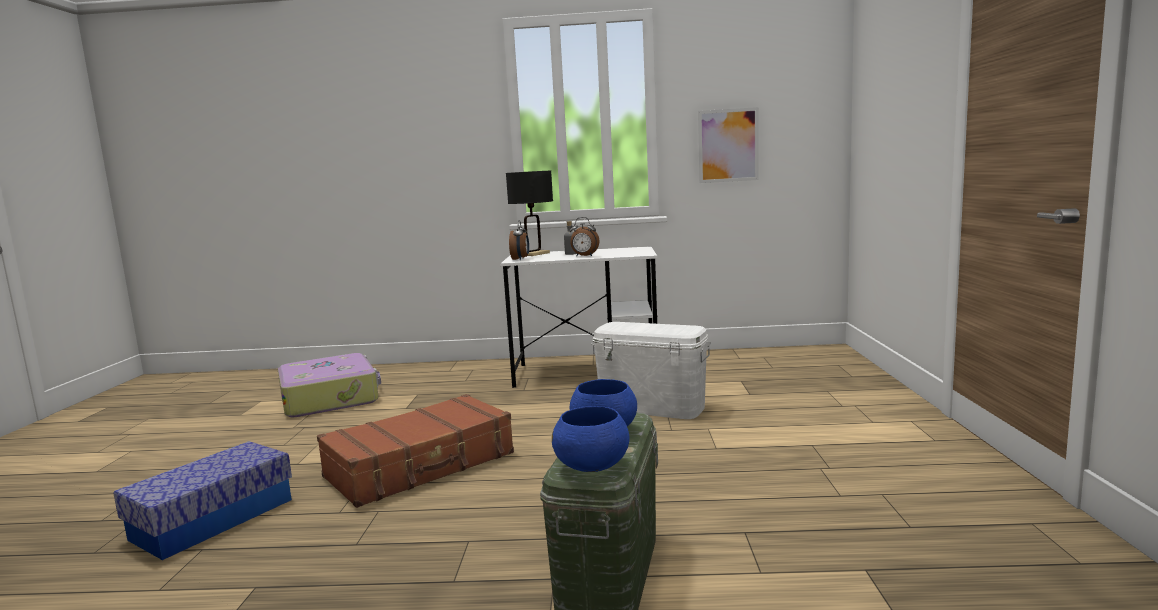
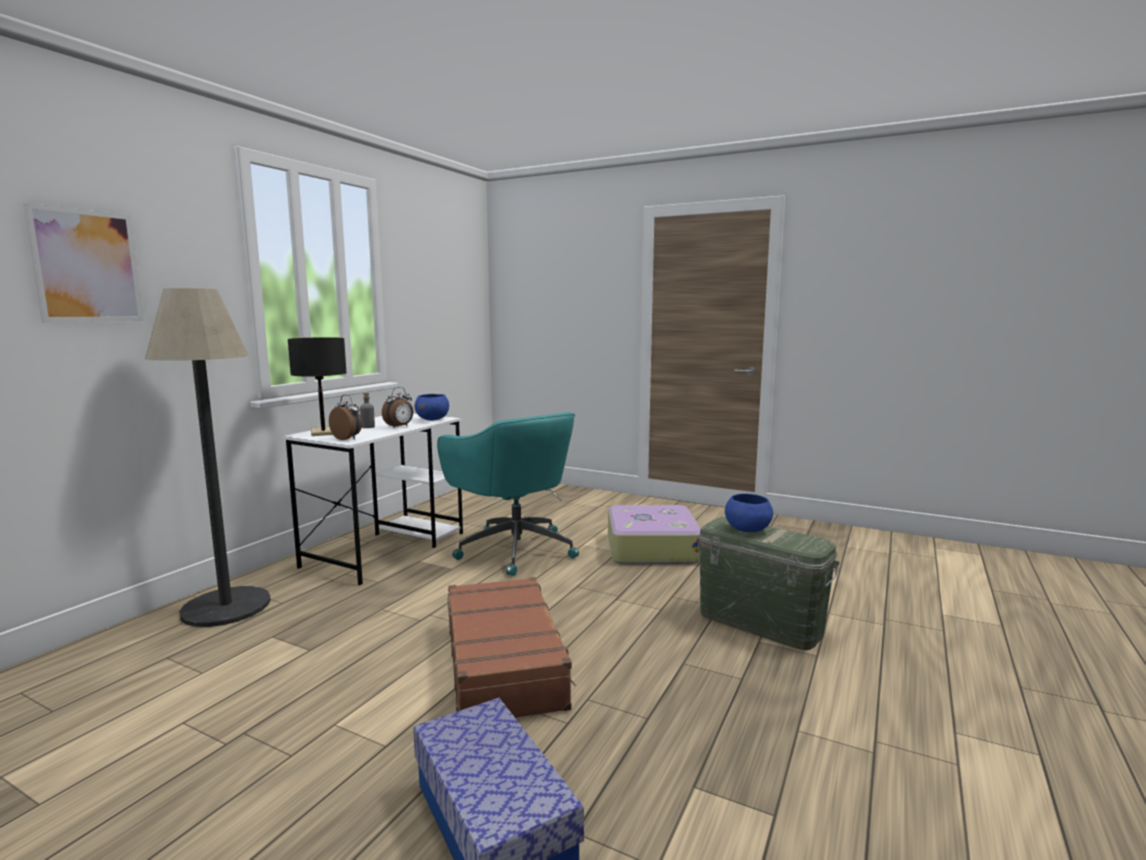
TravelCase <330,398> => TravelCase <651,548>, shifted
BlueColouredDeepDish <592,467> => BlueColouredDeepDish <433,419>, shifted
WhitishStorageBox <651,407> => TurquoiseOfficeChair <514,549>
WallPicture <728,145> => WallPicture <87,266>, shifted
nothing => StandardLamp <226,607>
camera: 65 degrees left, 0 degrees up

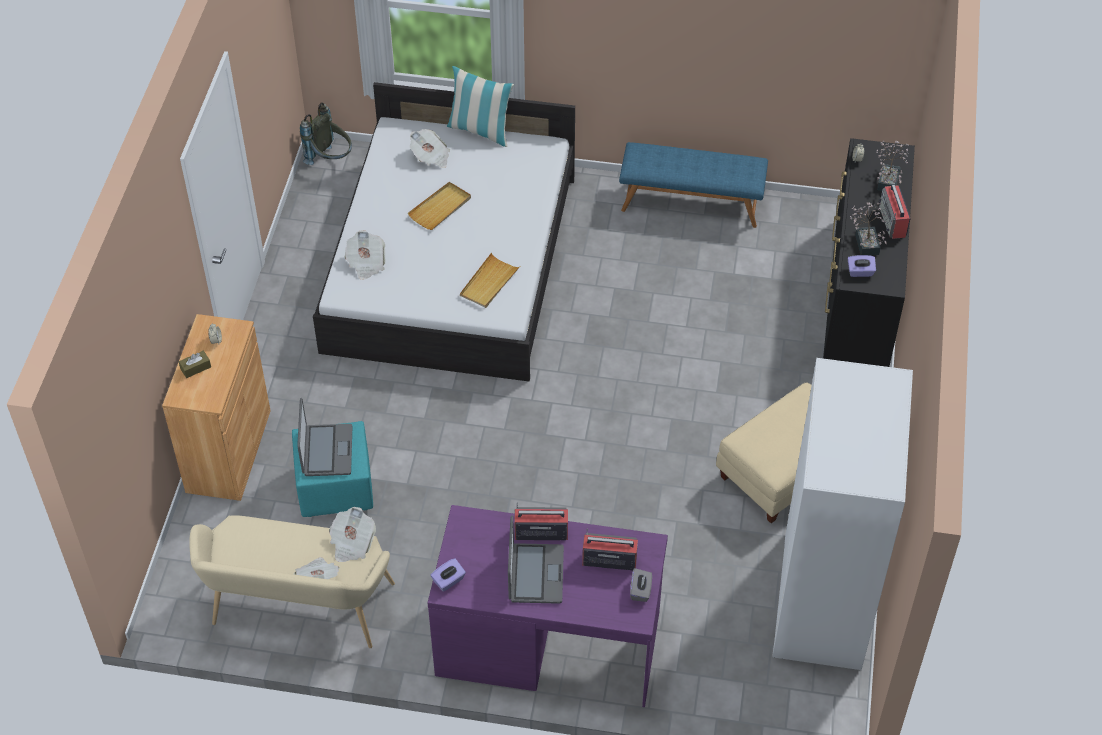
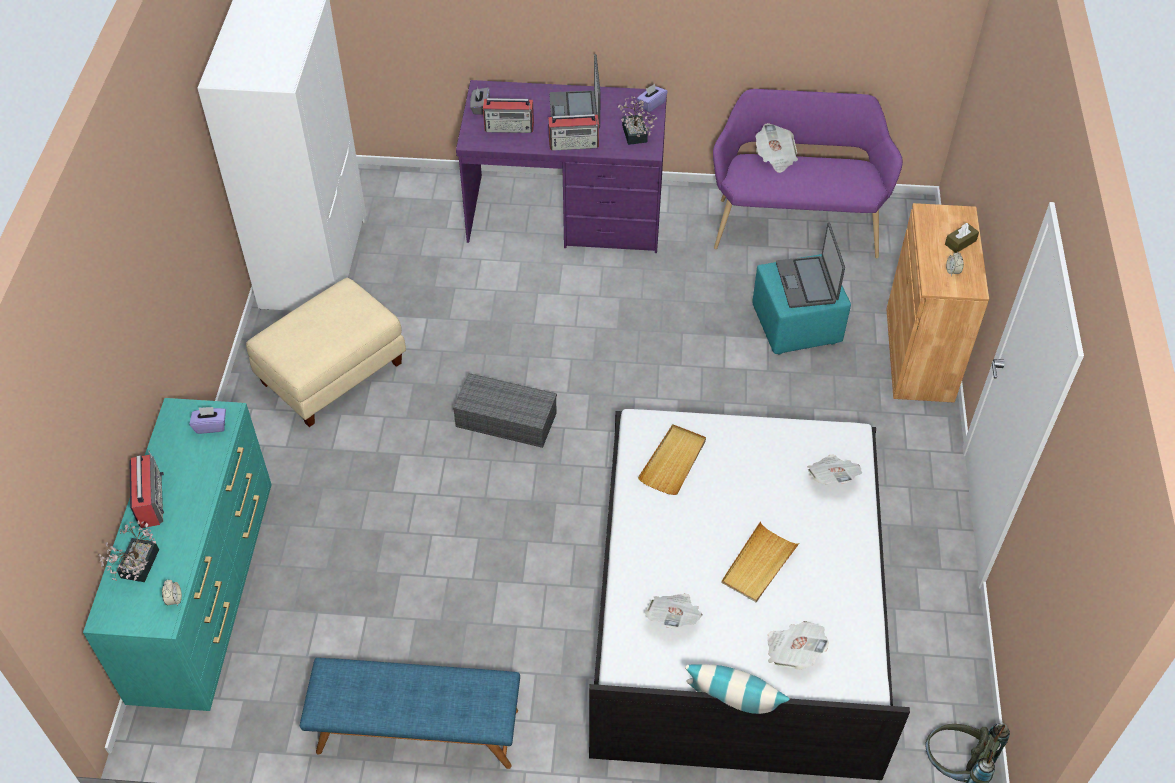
BeigeColouredBench <298,610> => PurplishBench <795,223>
Newspaper <352,543> => Newspaper <673,617>, shifted
BlackishDrawerChest <859,296> => TurquoiseDrawerChest <206,593>
PlantInAPot <866,242> => PlantInAPot <635,136>, shifted
nothing => GreyStorageBox <504,420>
camera: 175 degrees right, 0 degrees up

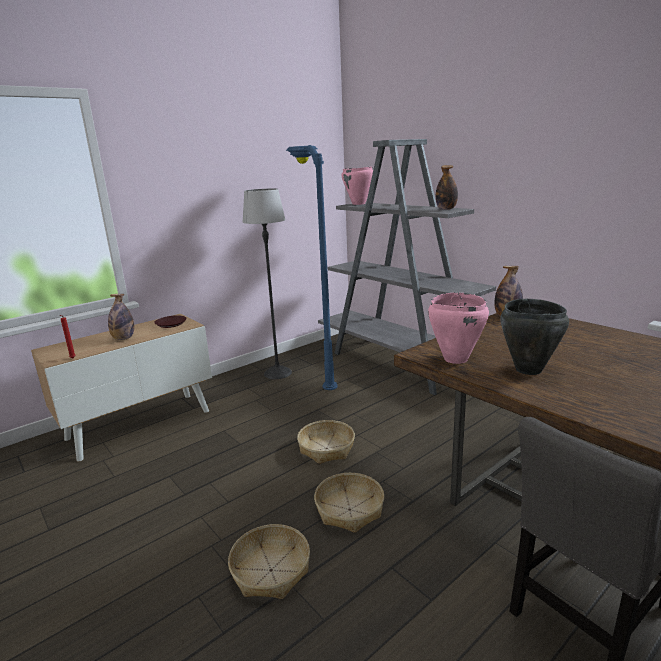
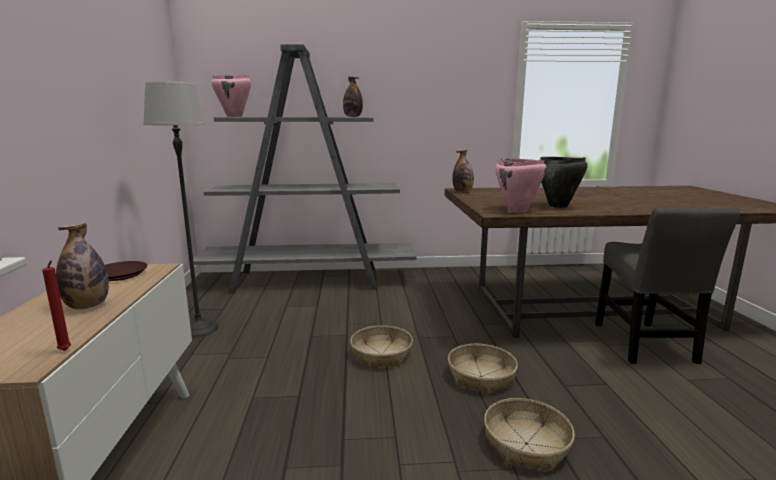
BlueColouredStandardLamp <318,368> => nothing
camera: 55 degrees left, 5 degrees down

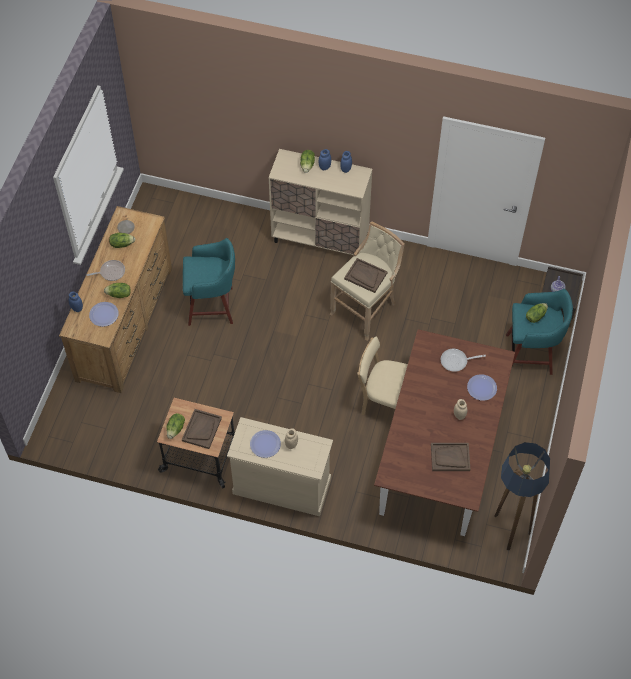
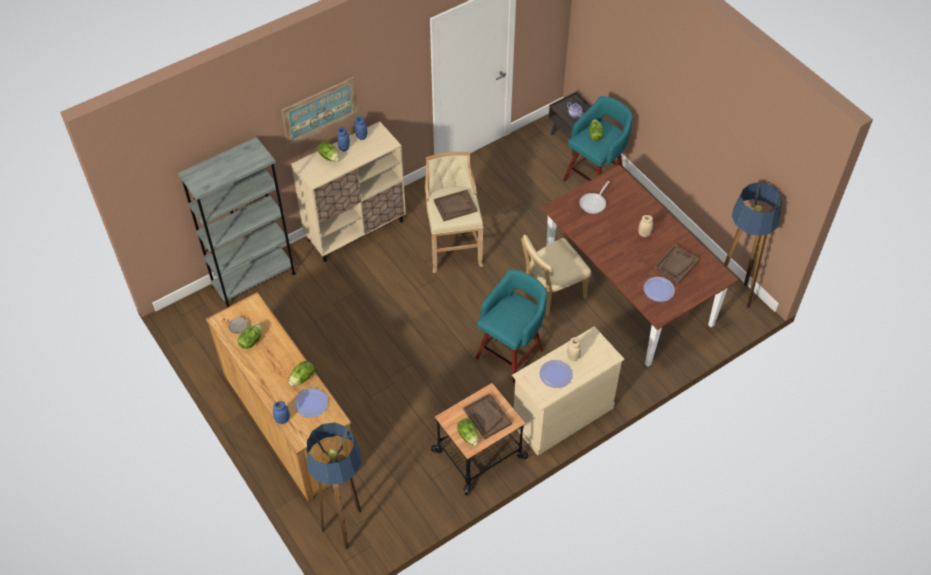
FryingPan <111,272> => nothing
TurquoiseStoolSeat <212,306> => TurquoiseStoolSeat <511,353>, shifted
DinnerPlate <482,388> => DinnerPlate <659,290>, shifted
nothing => GreyBookshelf <254,280>
nothing => WallPicture <320,111>
nothing => StandardLamp <346,526>
camera: 50 degrees left, 5 degrees down

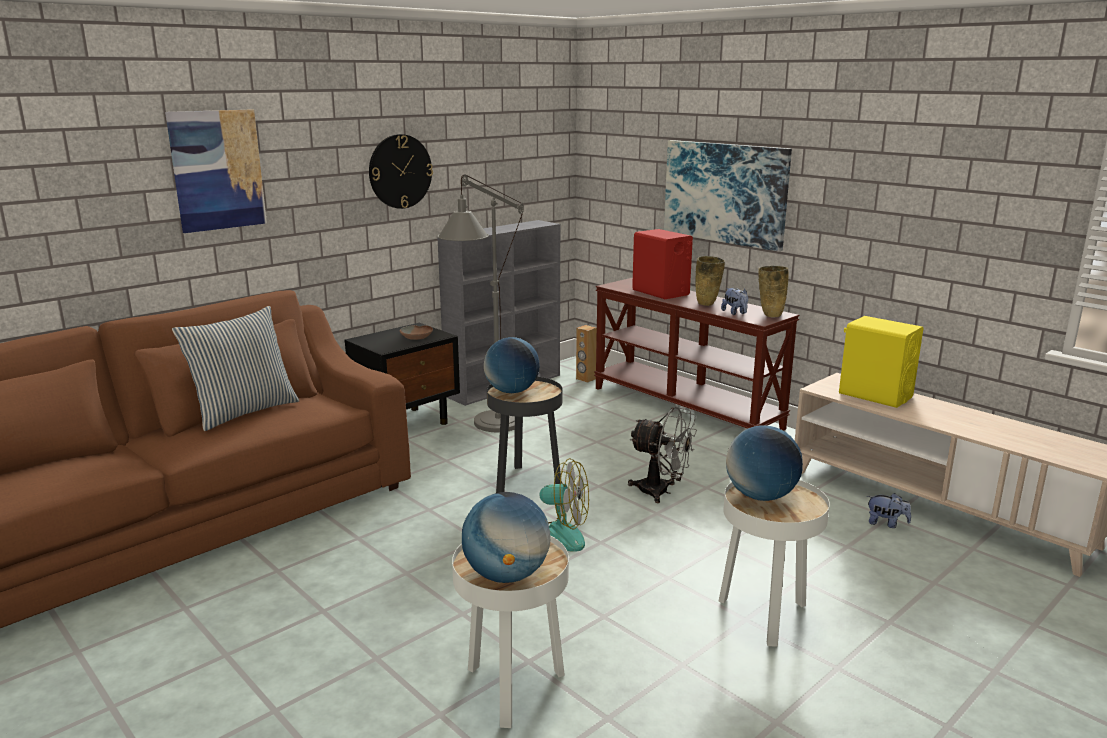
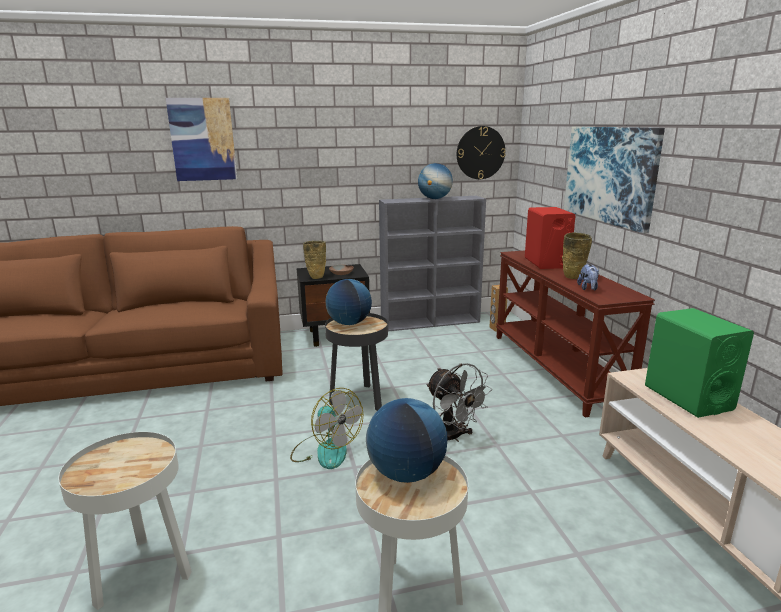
ThrowPillow <244,411> => nothing
HangingClock <400,171> => HangingClock <480,153>, shifted
GreyStandardLamp <491,427> => nothing
DeskGlobe <506,575> => DeskGlobe <435,199>, shifted
BeigeColouredVase <770,315> => BeigeColouredVase <316,277>, shifted
YellowColouredAudioSpeaker <875,395> => GreenColouredAudioSpeaker <687,397>
CuddlyToy <886,523> => nothing
camera: 30 degrees right, 0 degrees up

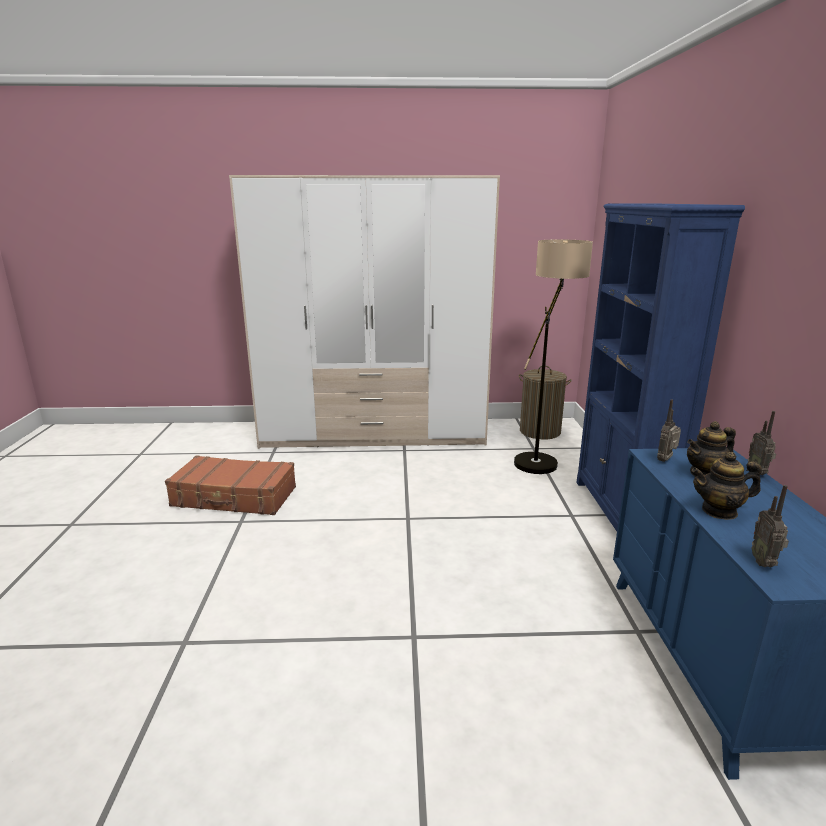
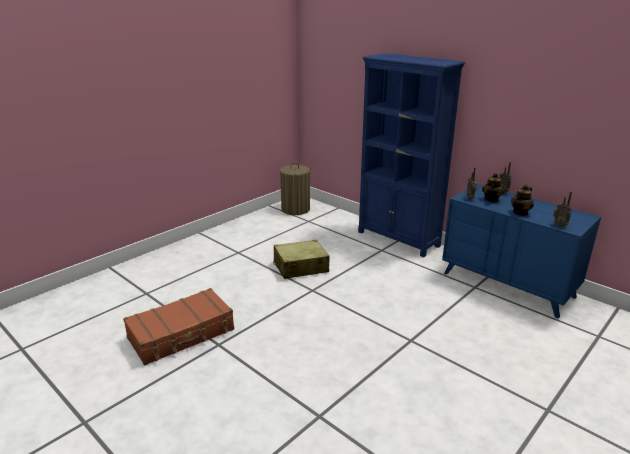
Wardrobe <374,433> => nothing
StandardLamp <541,458> => nothing
nothing => BeigeColouredTravelCase <300,267>
camera: 45 degrees left, 5 degrees up

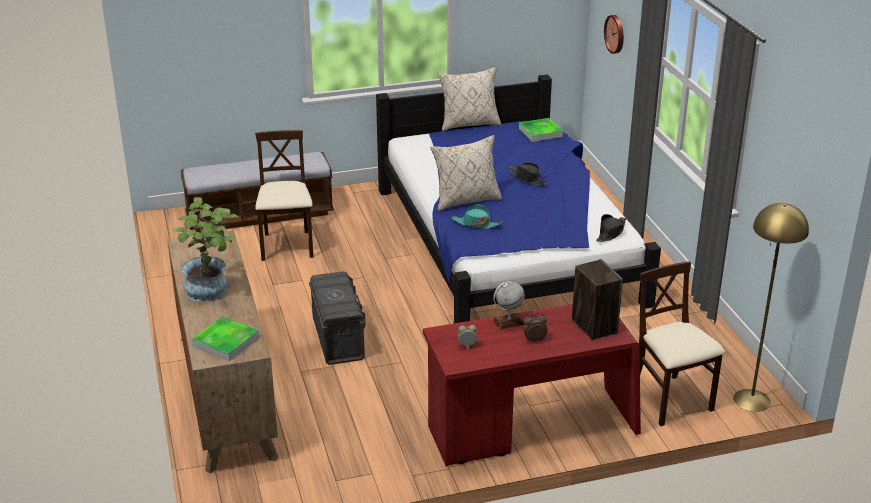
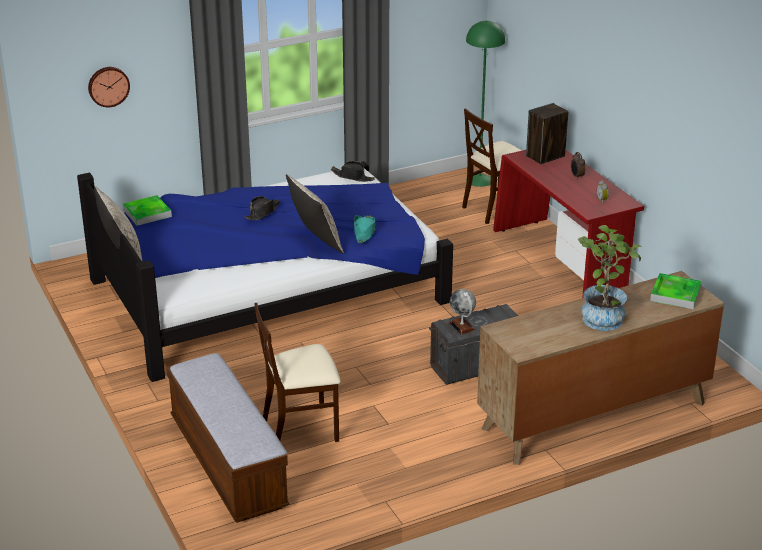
DeskGlobe <508,322> => DeskGlobe <462,326>, shifted
YellowColouredStandardLamp <751,400> => GreenColouredStandardLamp <479,180>
camera: 100 degrees left, 0 degrees up

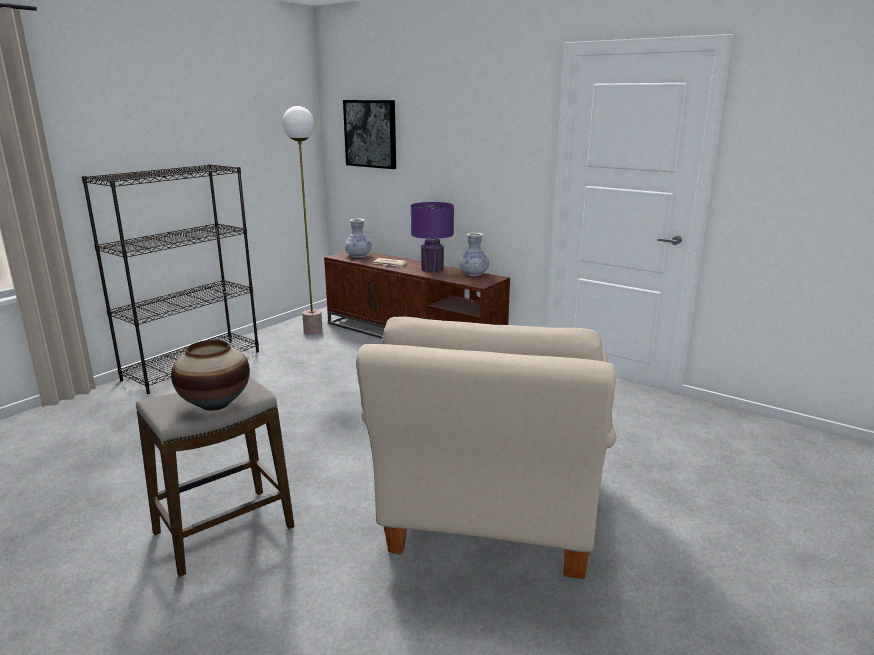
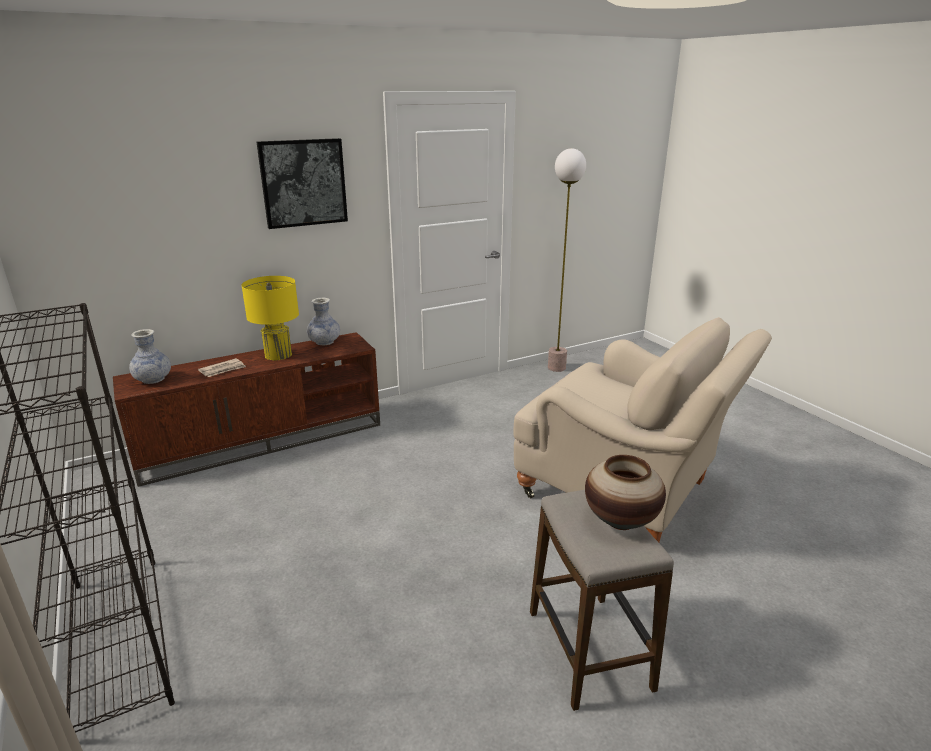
StandardLamp <313,331> => StandardLamp <557,368>, shifted
WallPicture <370,134> => WallPicture <303,183>, shifted
PurplishTabletopLamp <432,269> => YellowColouredTabletopLamp <278,355>
camera: 65 degrees left, 5 degrees up

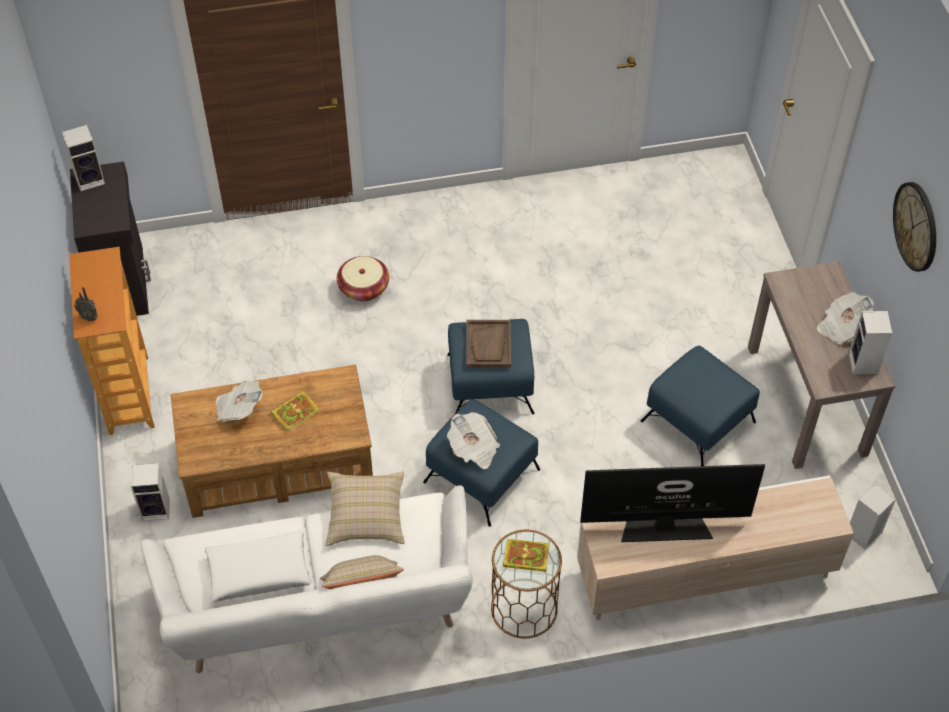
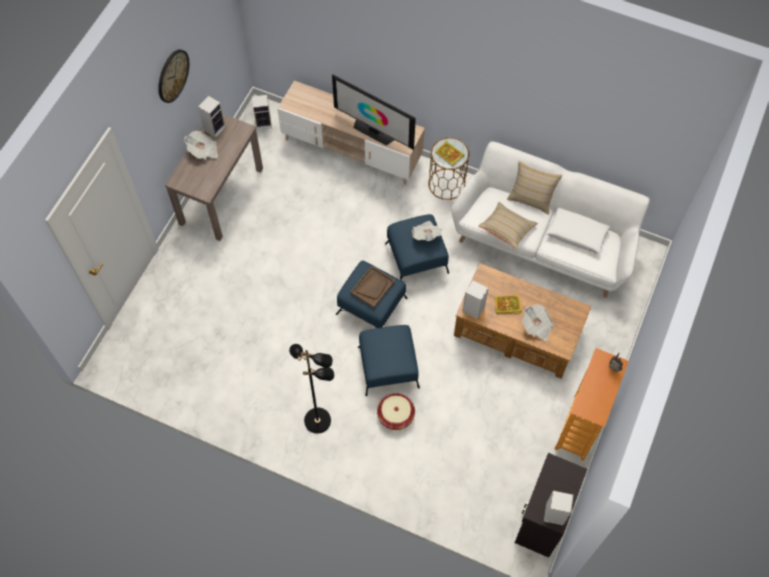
AudioSpeaker <157,508> => AudioSpeaker <472,309>, shifted
BlueColouredFootrest <698,422> => BlueColouredFootrest <388,366>, shifted
nothing => BlackishStandardLamp <318,420>
camera: 145 degrees left, 10 degrees up

